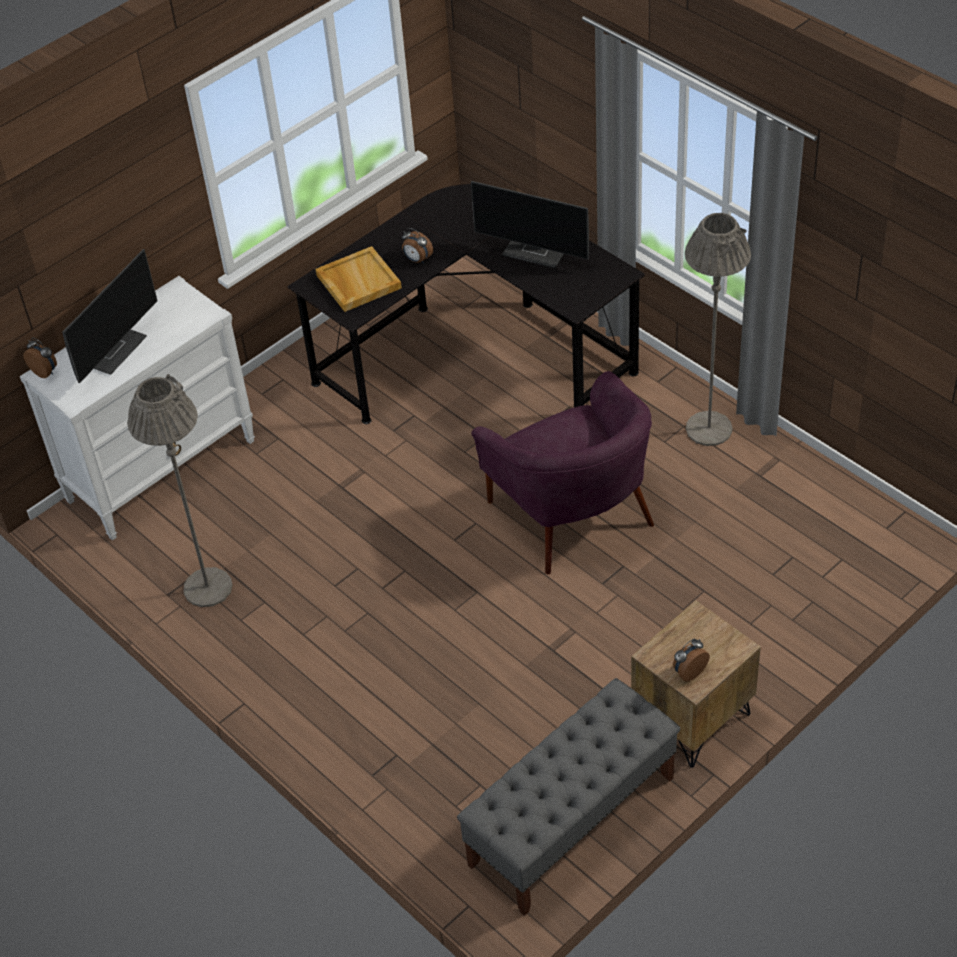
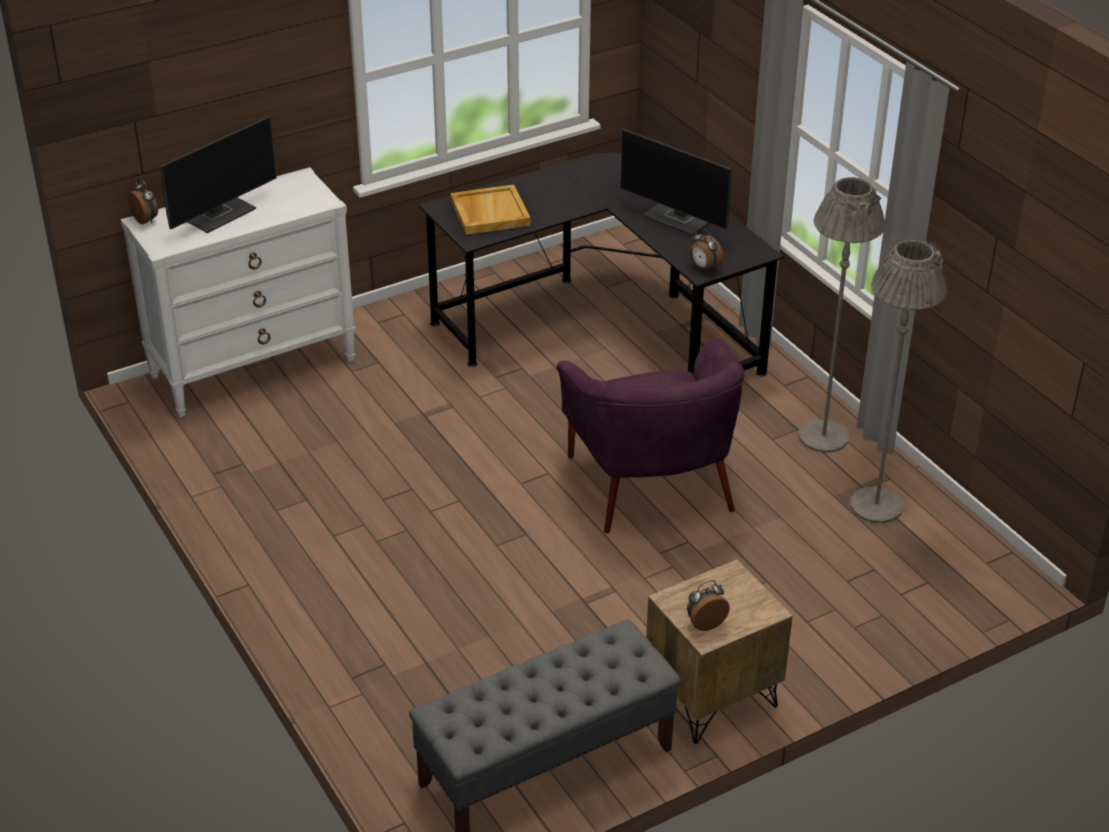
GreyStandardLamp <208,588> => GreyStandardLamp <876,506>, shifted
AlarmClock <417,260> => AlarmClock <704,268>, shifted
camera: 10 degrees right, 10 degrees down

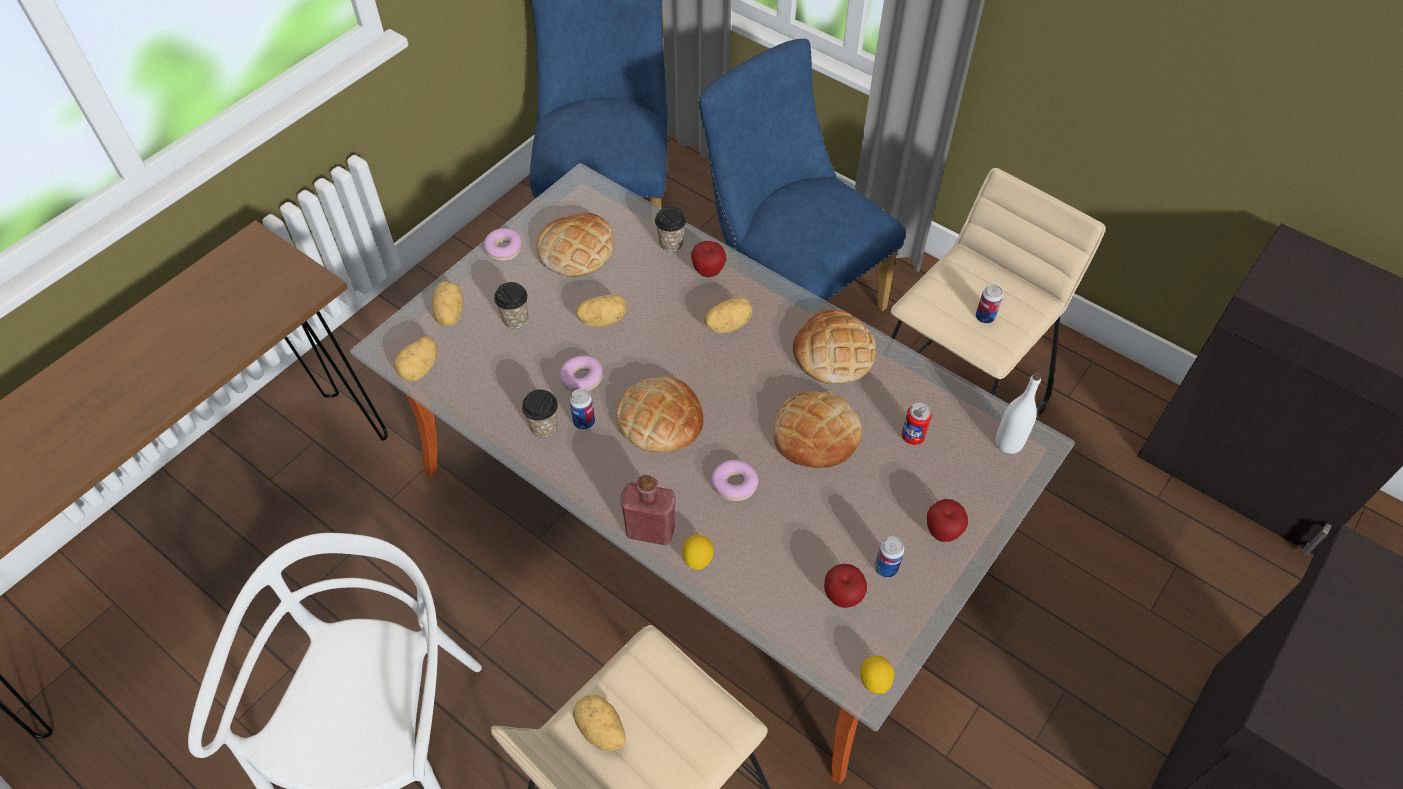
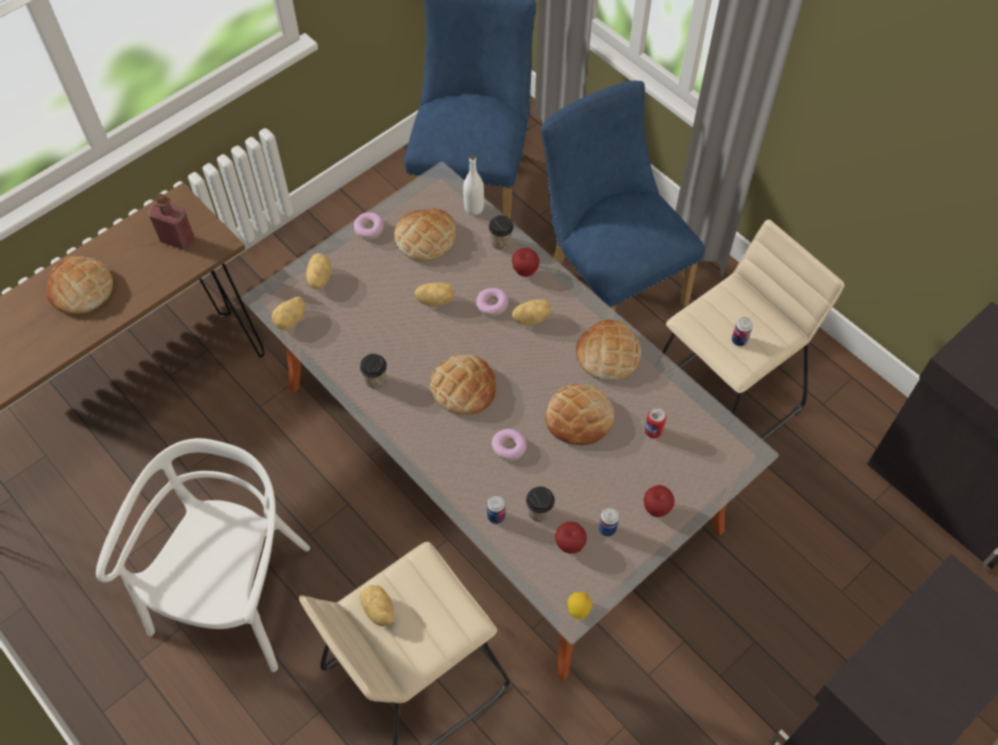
SmallCup <515,319> => SmallCup <539,512>, shifted
RingDoughnut <582,378> => RingDoughnut <492,305>, shifted
SealedCan <584,421> => SealedCan <496,516>, shifted
RedColouredDrinkBottle <650,530> => RedColouredDrinkBottle <177,239>, shifted
CitrusFruit <697,559> => nothing
WhitishDrinkBottle <1008,443> => WhitishDrinkBottle <474,208>, shifted
nothing => BakeryBread <81,289>
camera: 10 degrees right, 5 degrees up

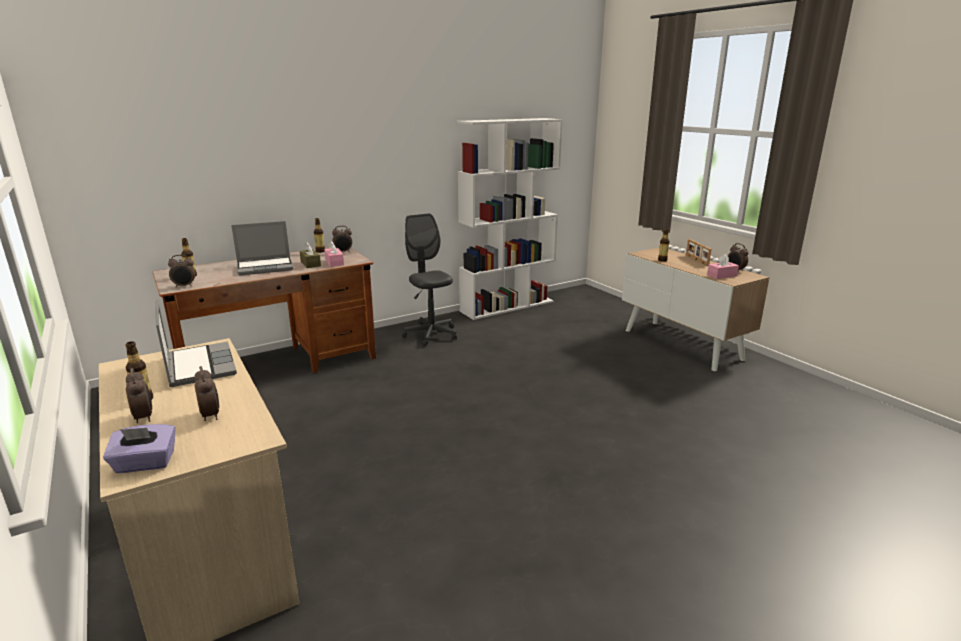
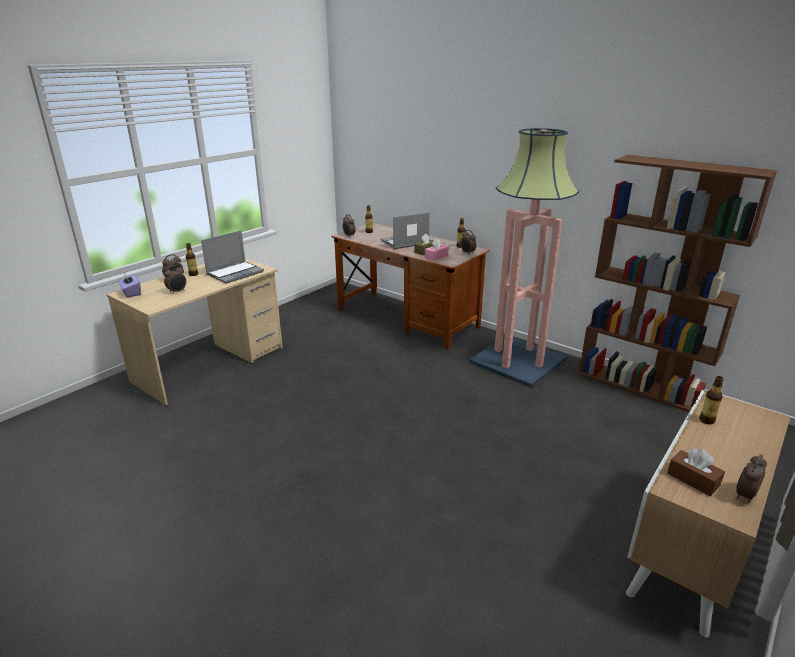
Laptop <266,267> => Laptop <404,242>, 105 degrees clockwise
GreyOfficeChair <431,334> => StandardLamp <518,361>
WhitishBookshelf <507,306> => BrownishBookshelf <642,387>
StandingFrame <696,260> => nothing
PinkColouredTissueBox <722,275> => BrownishTissueBox <693,479>
camera: 70 degrees right, 5 degrees up

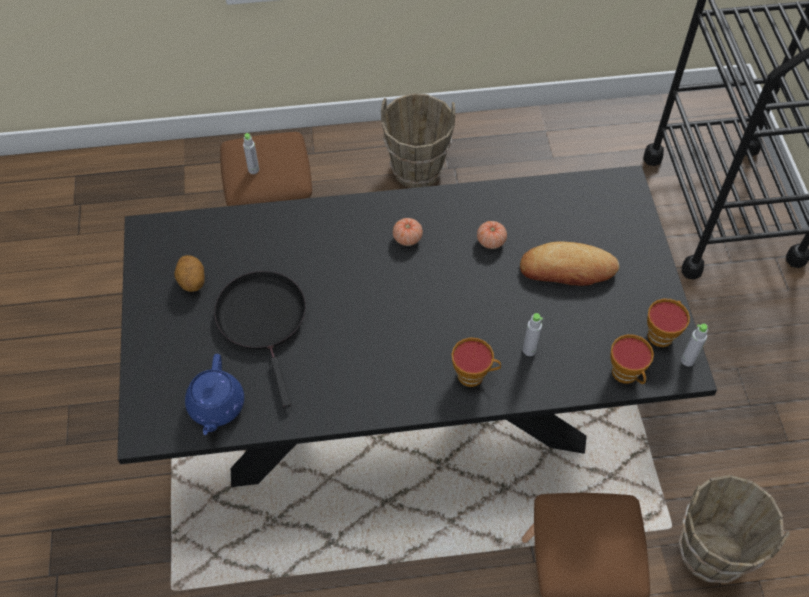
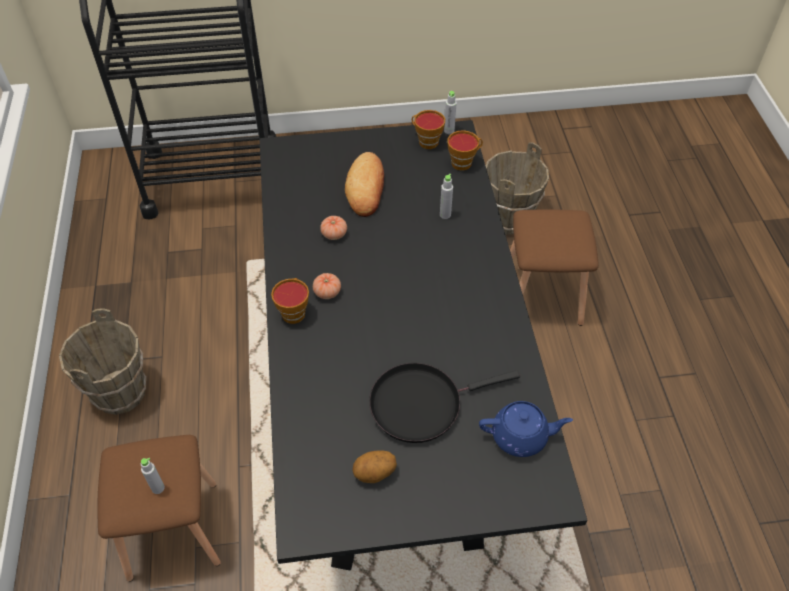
SmallCup <474,375> => SmallCup <293,311>, shifted
camera: 90 degrees left, 5 degrees down

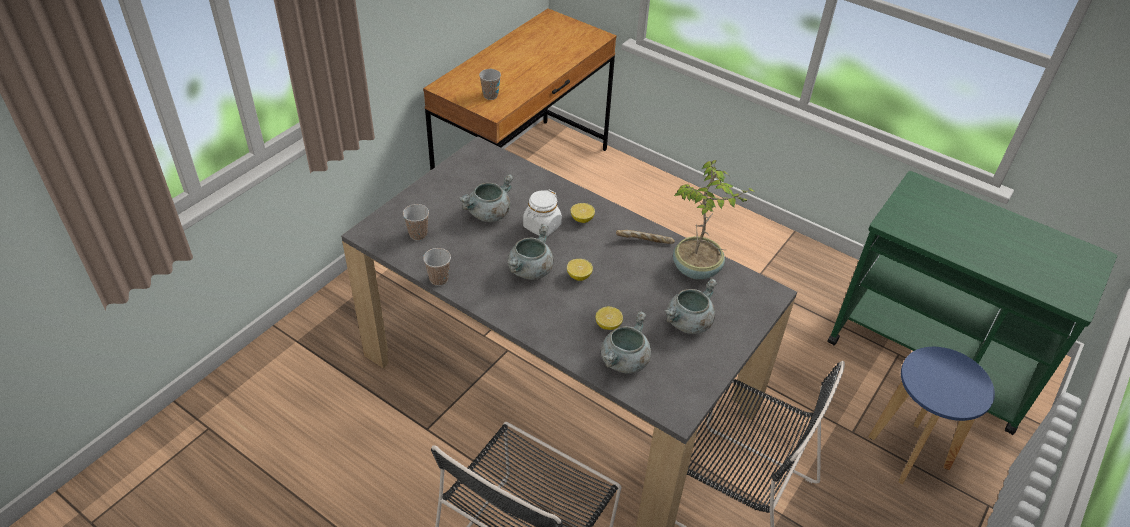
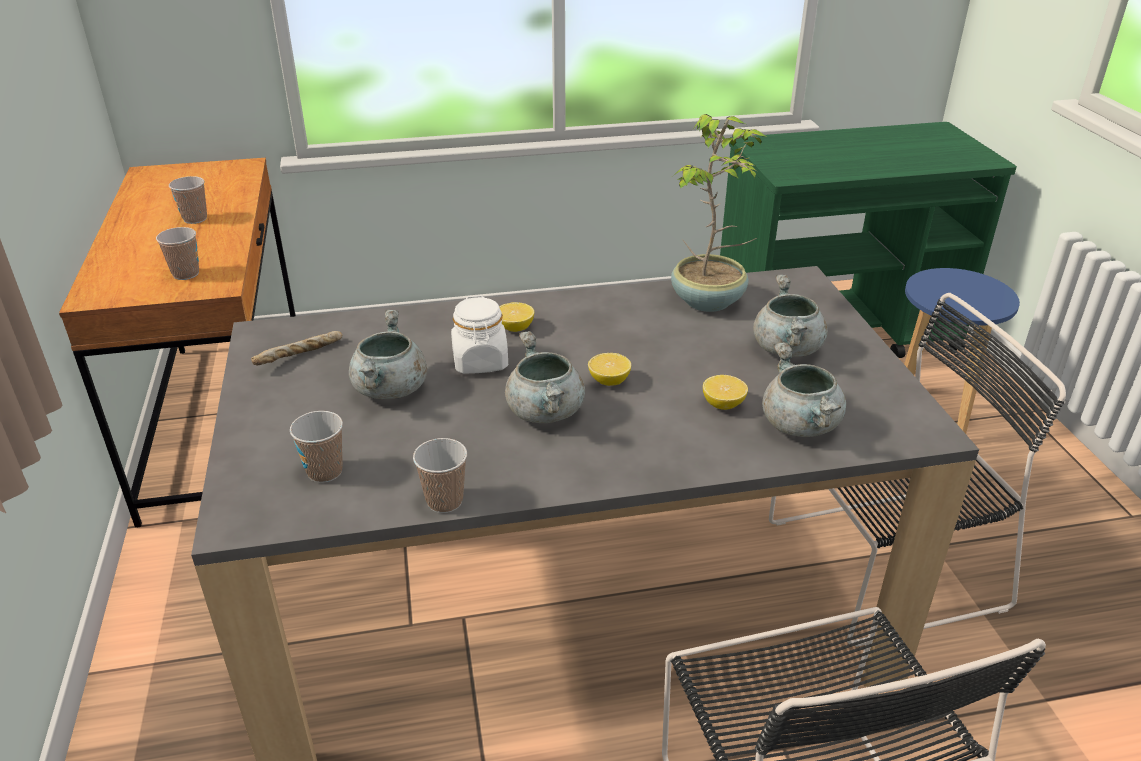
BakeryBread <644,242> => BakeryBread <300,357>, shifted
nothing => SmallCup <195,219>
camera: 45 degrees left, 10 degrees down

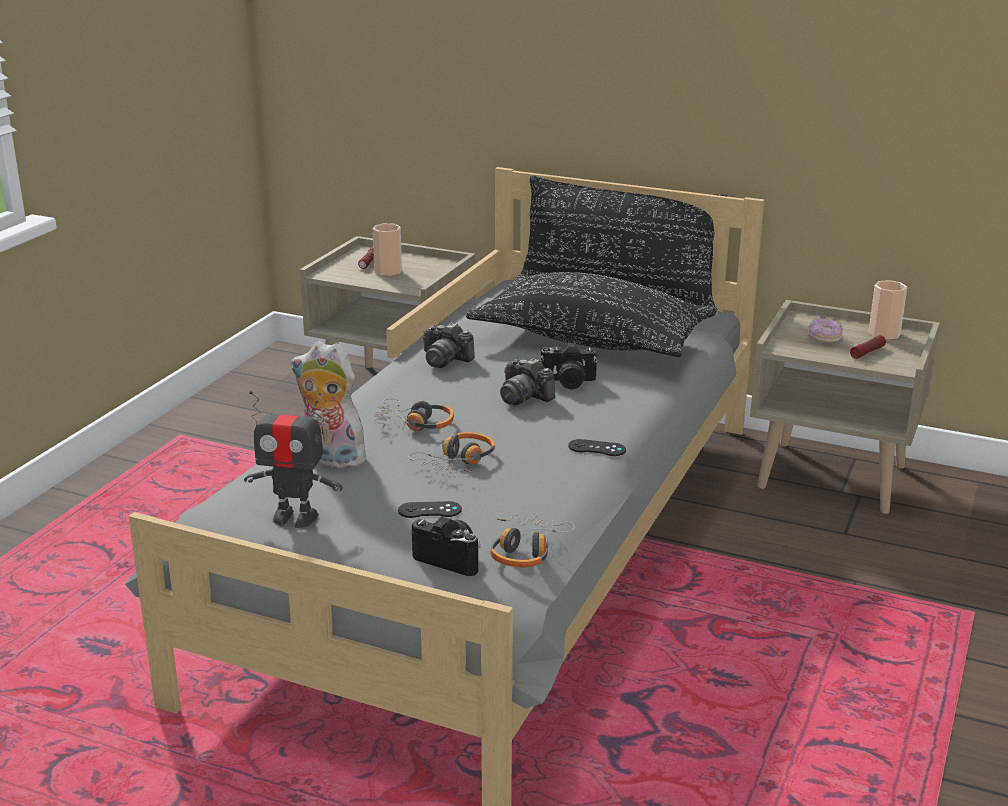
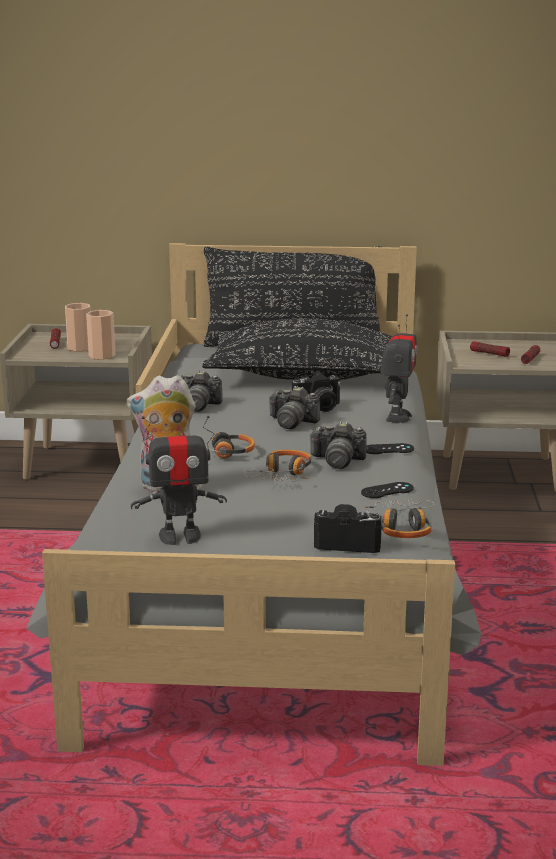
BlackishGameController <429,510> => BlackishGameController <387,490>, shifted
RingDoughnut <824,338> => Torch <489,354>
SmallCup <884,334> => SmallCup <102,355>, shifted
nothing => PhotoCamera <337,460>
nothing => RobotFigure <397,417>
camera: 20 degrees left, 5 degrees down

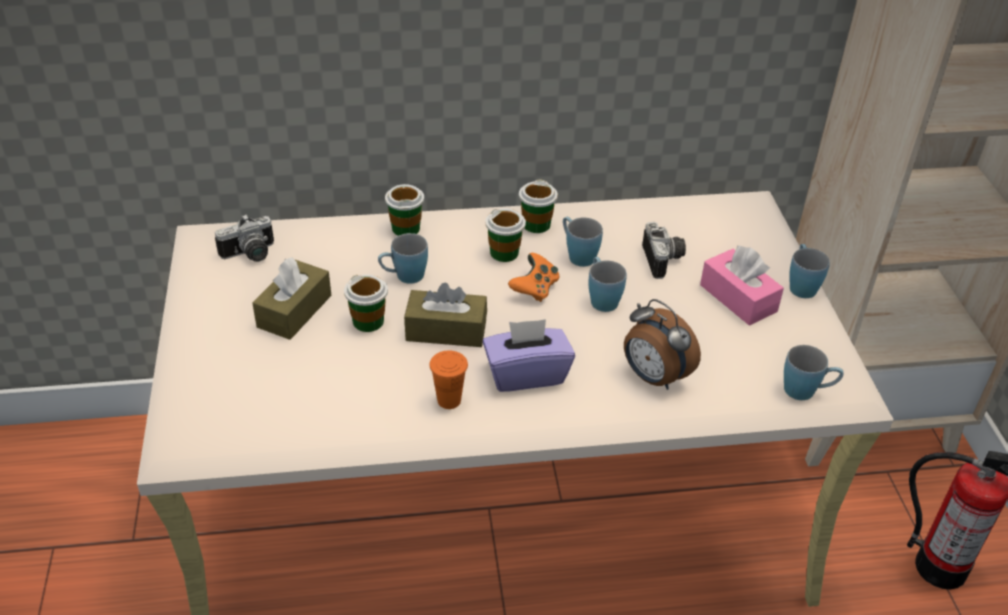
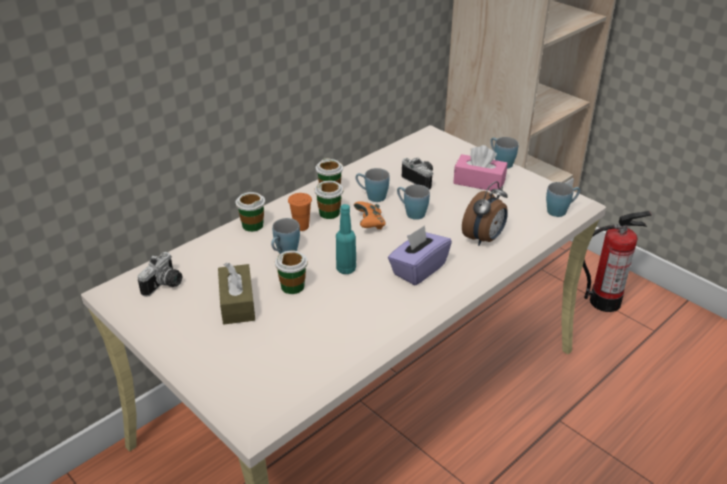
BrownishTissueBox <446,330> => TurquoiseDrinkBottle <346,269>
OrangeySmallCup <449,400> => OrangeySmallCup <301,226>, shifted
AlarmClock <653,377> => AlarmClock <484,239>, 60 degrees counterclockwise
camera: 35 degrees left, 5 degrees down

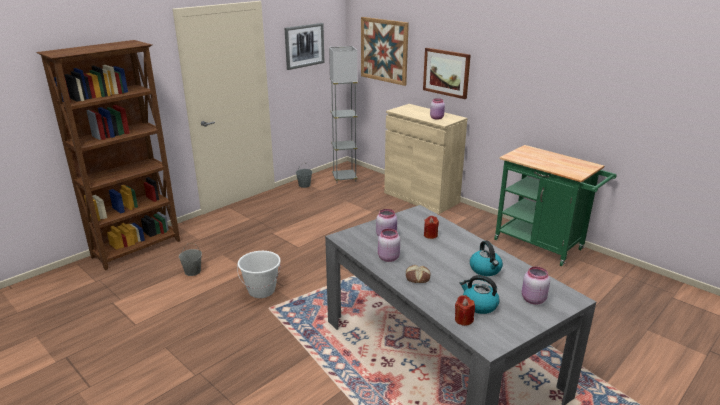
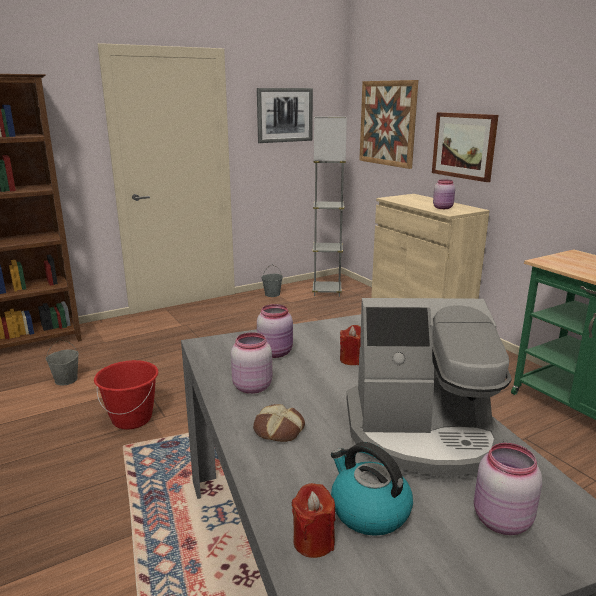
WhitishBucket <262,291> => RedColouredBucket <132,419>
Kettle <485,269> => CoffeeMachine <422,434>
camera: 15 degrees right, 5 degrees down

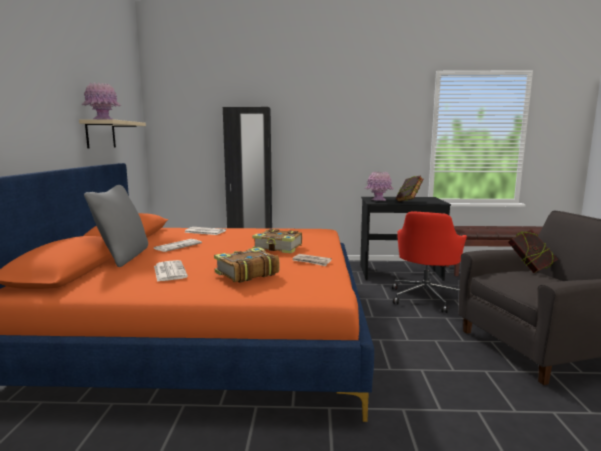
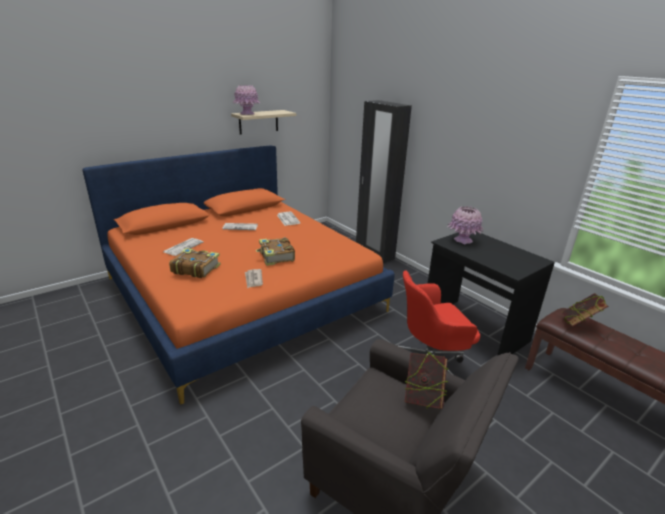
GreyThrowPillow <123,257> => nothing
BoundBook <408,201> => BoundBook <578,324>, shifted
camera: 50 degrees right, 15 degrees up

